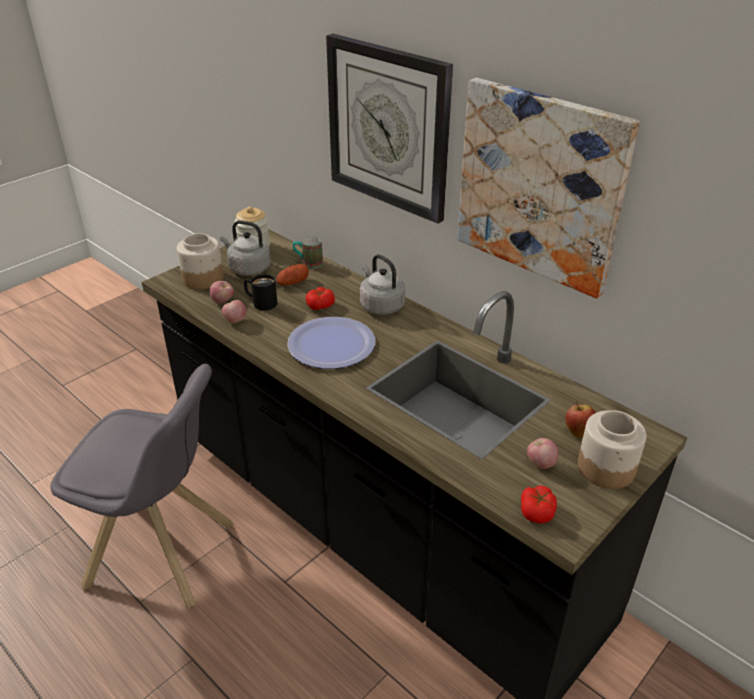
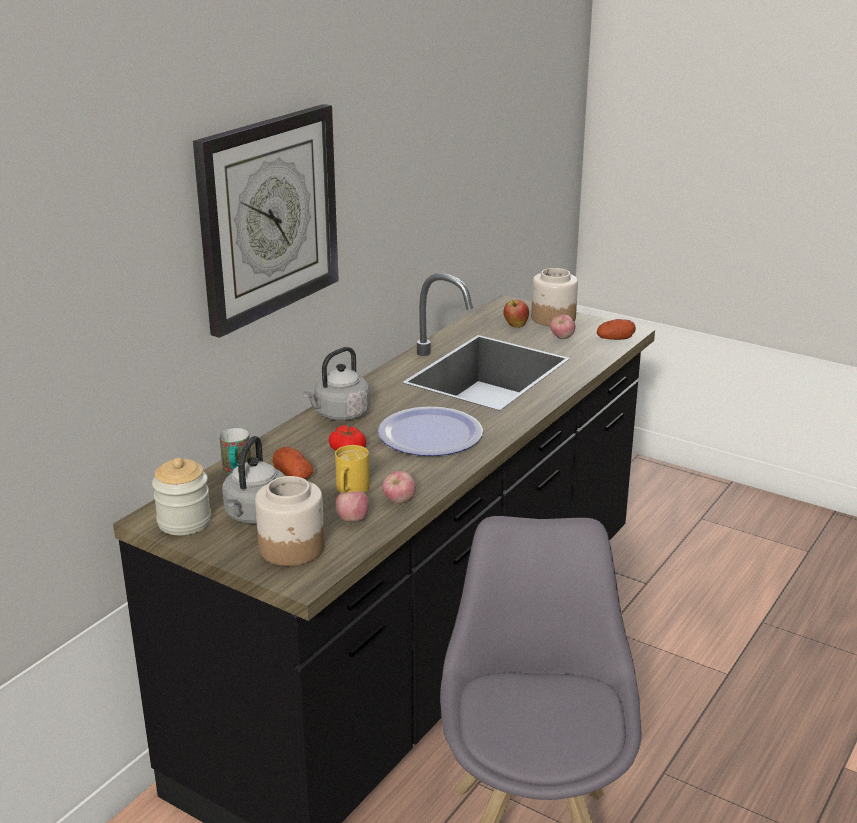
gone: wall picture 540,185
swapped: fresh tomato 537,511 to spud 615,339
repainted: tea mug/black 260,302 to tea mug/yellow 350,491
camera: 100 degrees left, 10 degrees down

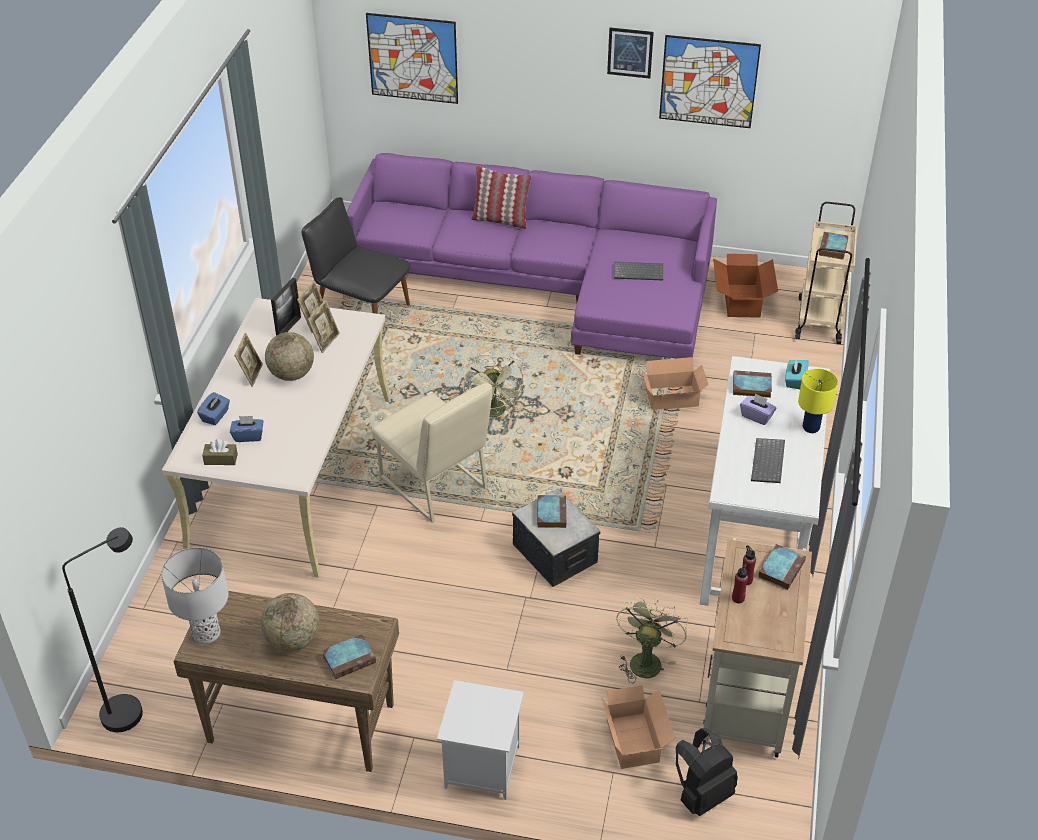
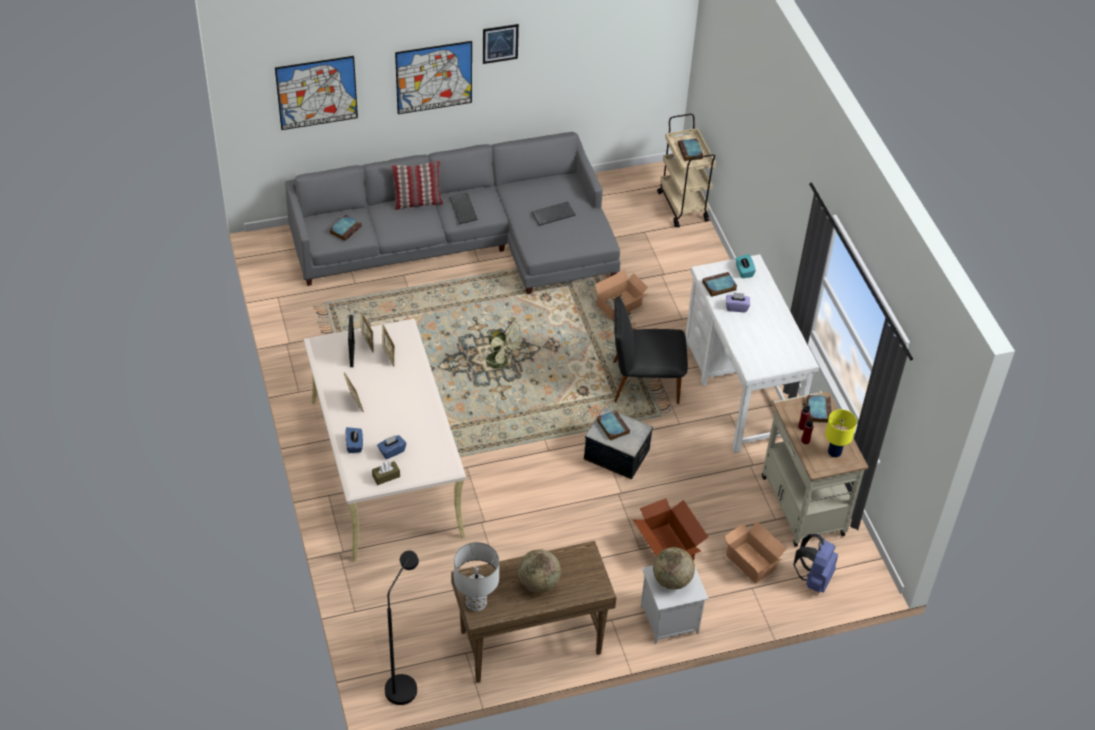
gone: upright chair/sand-coloured 434,485; cooling fan/greenish 646,659
shifted: globe 292,374 to 672,580; upright chair/black 362,311 to 645,382; bound book 350,658 to 345,229; wall picture 708,81 to 434,77; carton 741,301 to 667,548; keyboard 769,462 to 464,209; table lamp/yellow 810,427 to 834,452
repainted: settee/purple-coloured 549,281 to settee/grey 466,239; backpack/black 702,794 to backpack/blue 814,578
camera: 30 degrees left, 5 degrees up

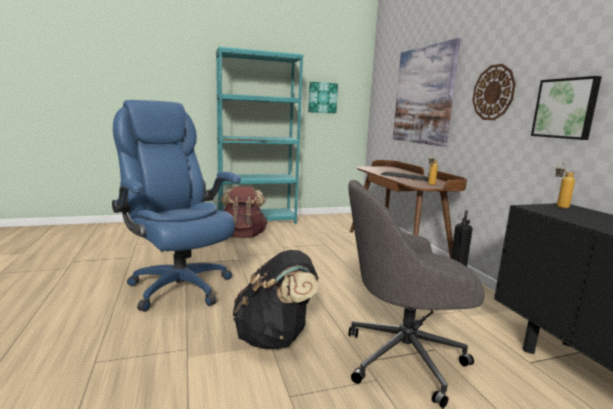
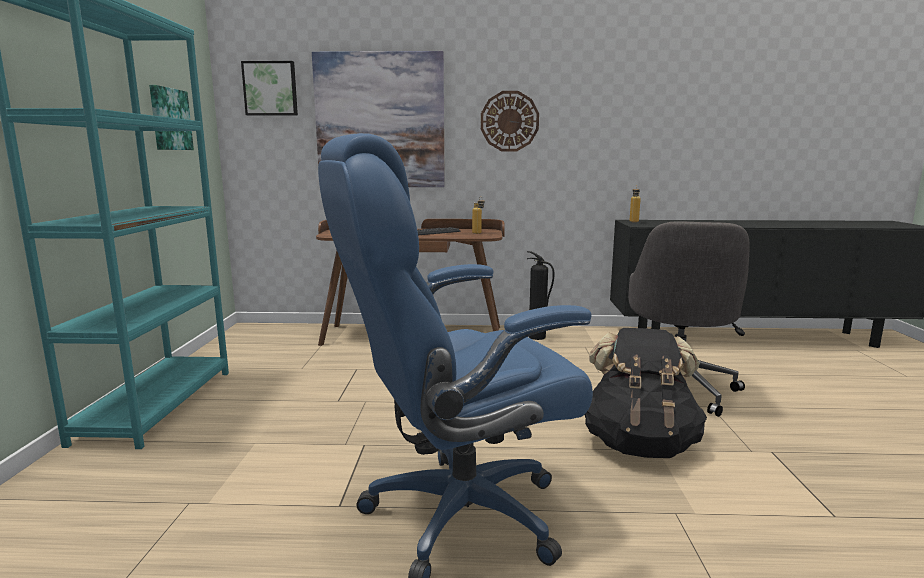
gone: backpack/brownish 242,236
shifted: wall picture 566,108 to 270,89
camera: 70 degrees left, 0 degrees up

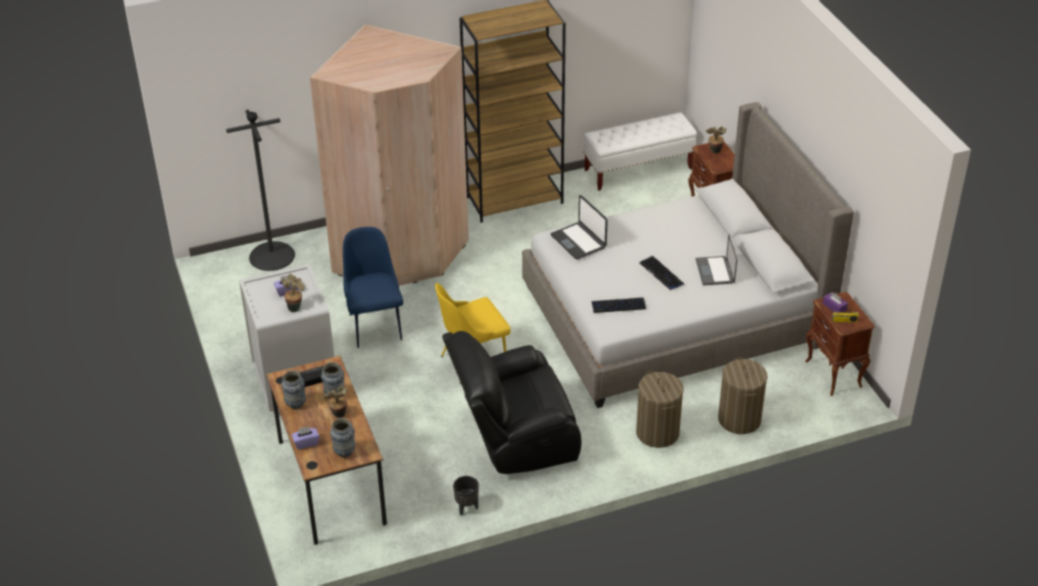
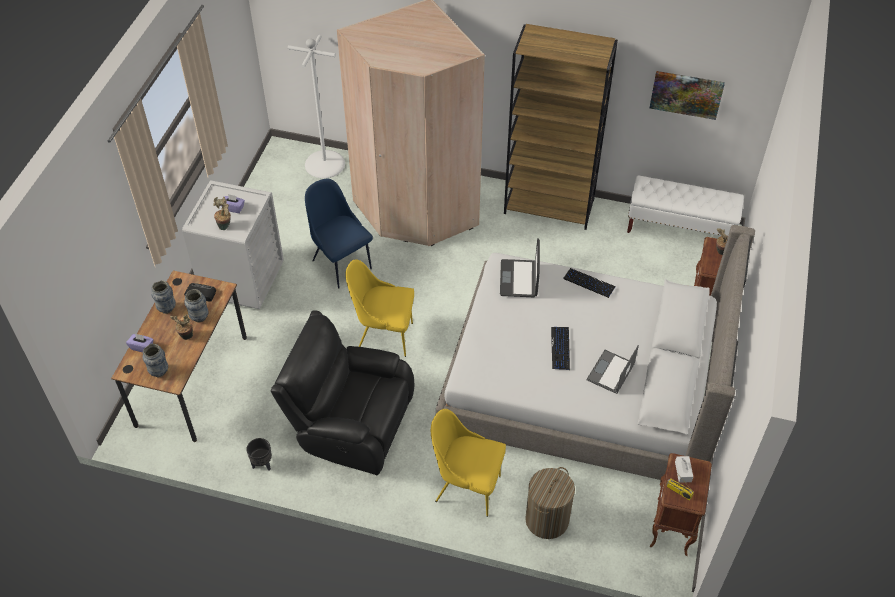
new: wall picture 686,94
shifted: keyboard 618,305 to 589,283
swapped: washing basket 657,432 to upright chair/yellow 467,489
repainted: garment stand/black 272,256 to garment stand/white-coloured 325,164; tissue box/purple-coloured 834,307 to tissue box/white-coloured 683,472
rotated: upright chair/blue 374,327 = 341,265 60 degrees counterclockwise
camera: 35 degrees right, 10 degrees up

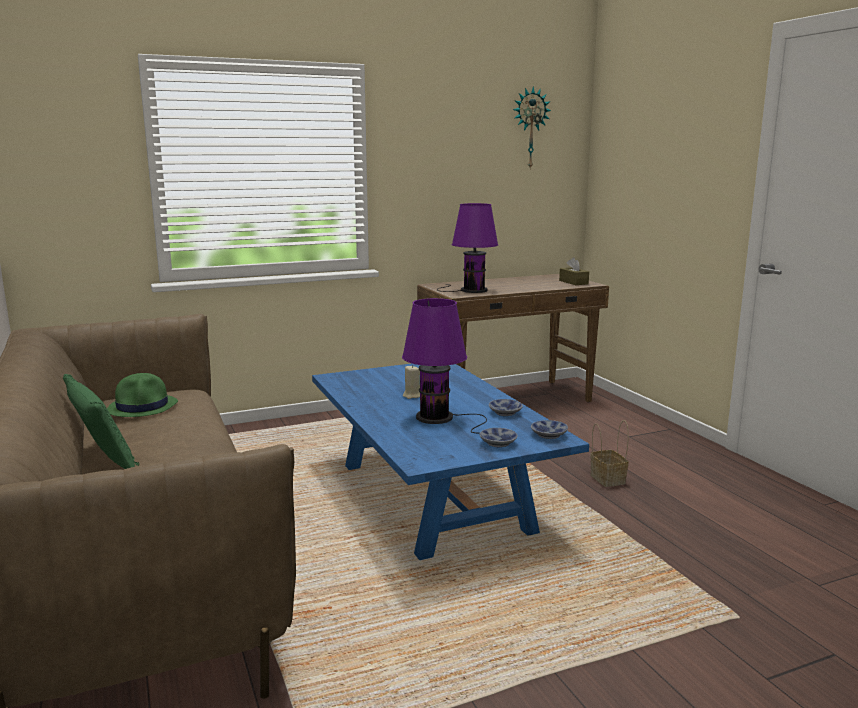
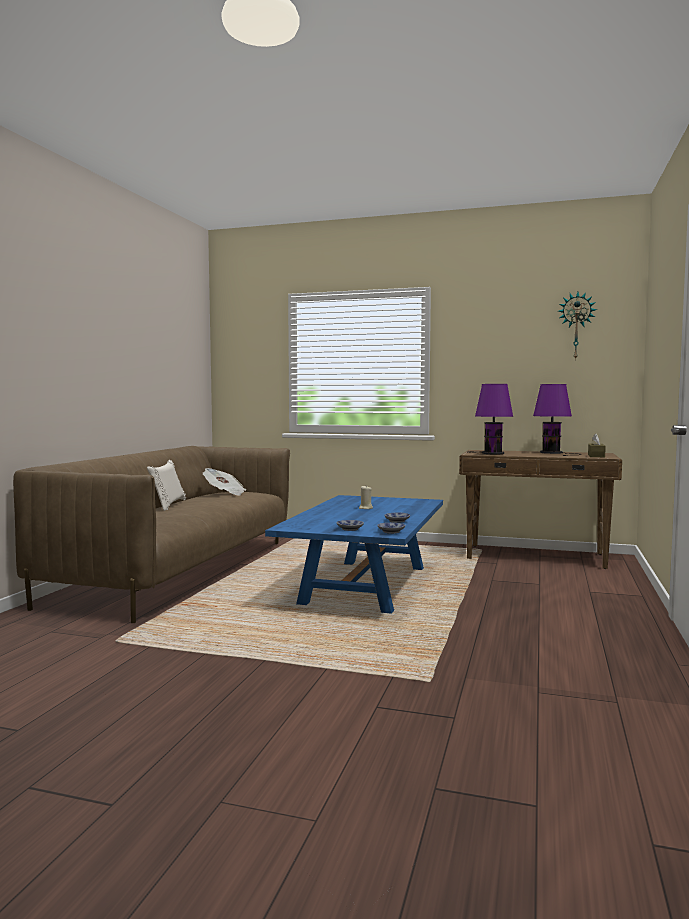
gone: basket 606,478
shifted: table lamp/purple-coloured 439,418 to 553,453
swapped: wearable hat/greenish 143,407 to newspaper 225,493
repainted: throw pillow/greenish 103,457 to throw pillow/white-coloured 168,505
camera: 40 degrees right, 10 degrees down

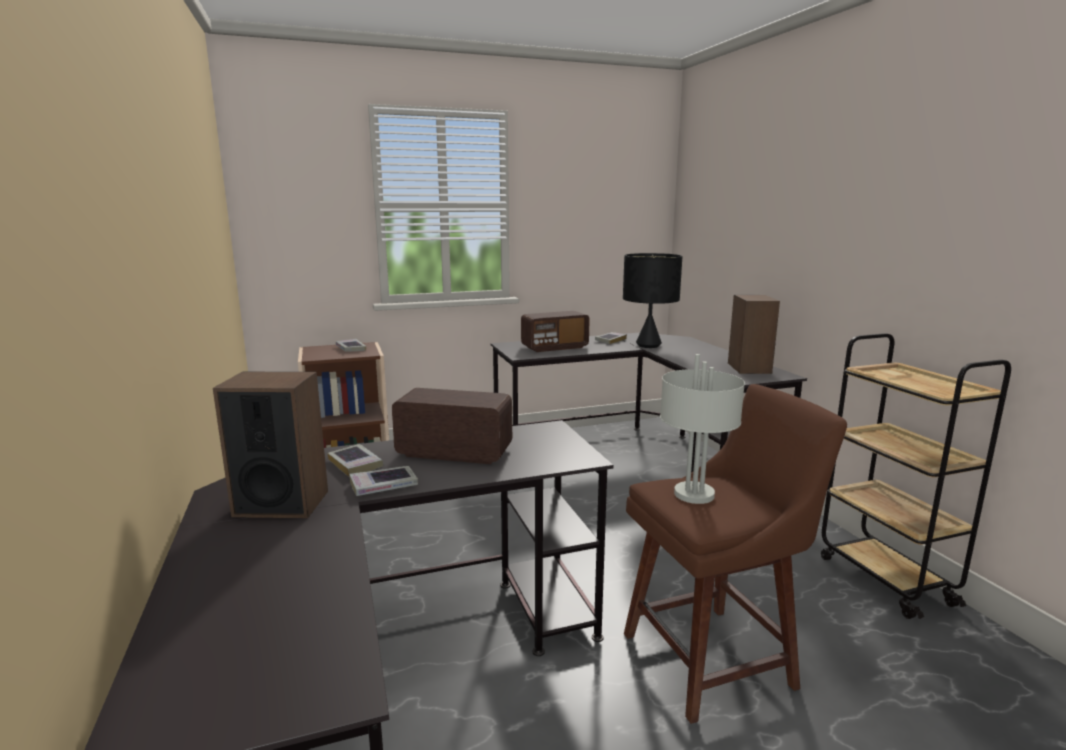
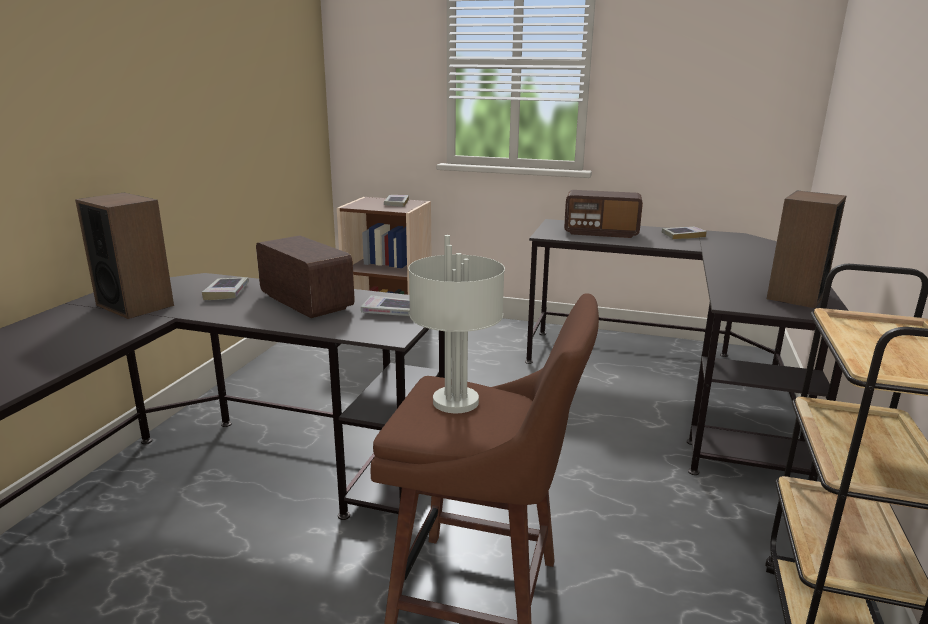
gone: table lamp/black 648,346
shifted: bound book 383,486 to 391,311
camera: 35 degrees right, 5 degrees up

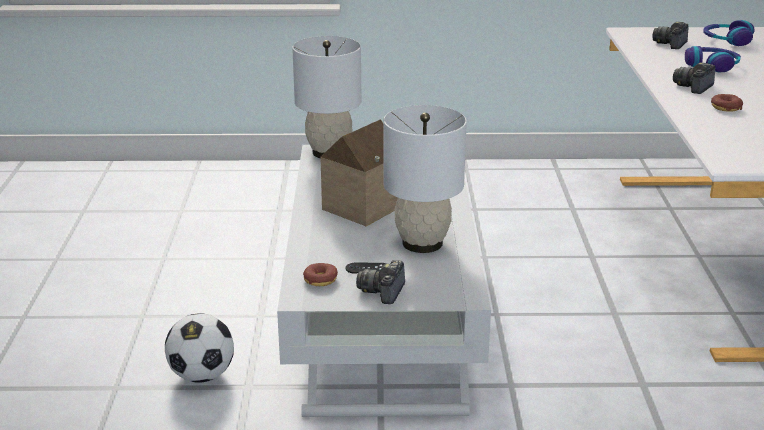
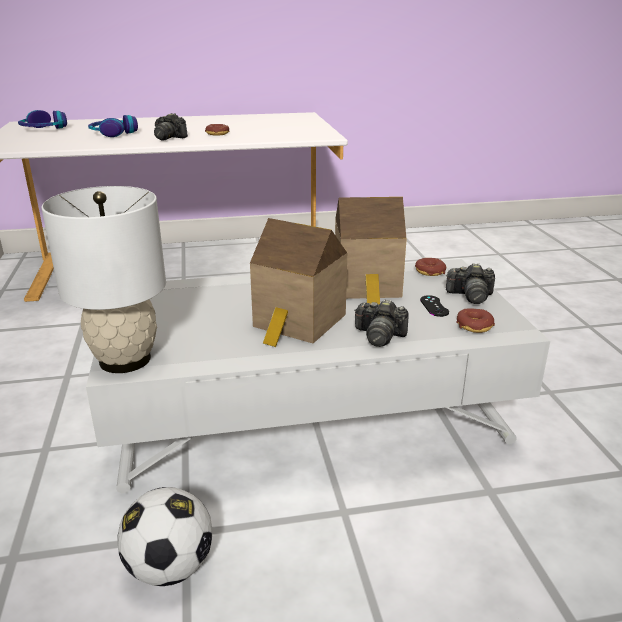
new: donut 430,272
shifted: ball for football 202,375 to 170,567; still camera 671,44 to 379,336
swapped: table lamp/white-coloured 422,243 to toy house 368,287
camera: 100 degrees left, 0 degrees up

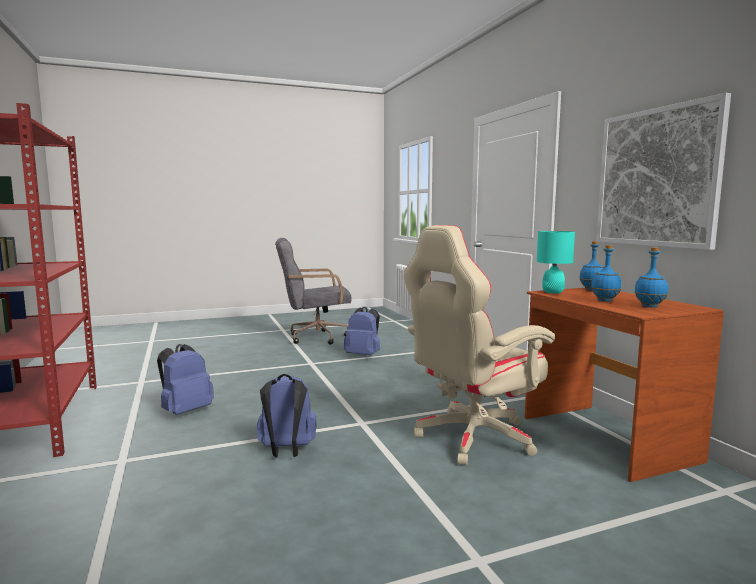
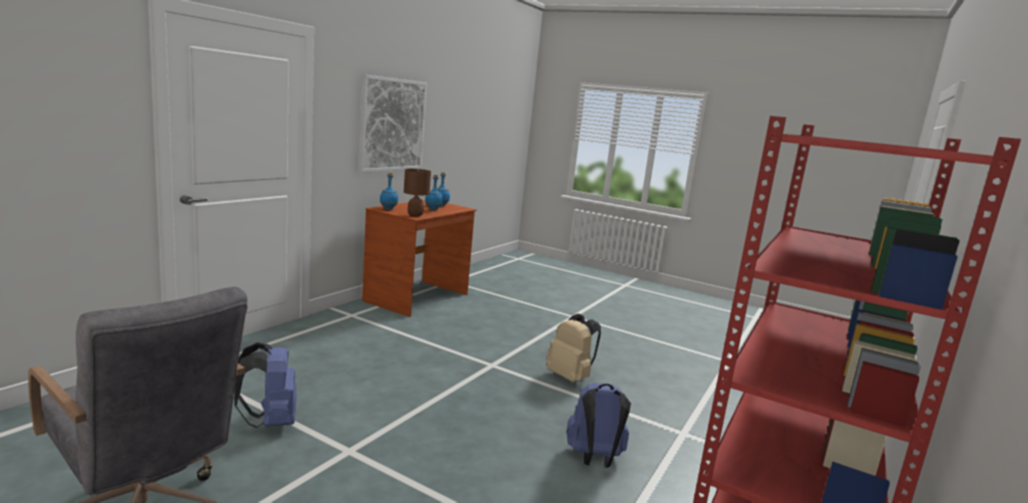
gone: computer chair/sand-coloured 474,437
repainted: backpack/blue 286,451 to backpack/sand-coloured 570,377; table lamp/turquoise 552,292 to table lamp/brownish 414,215
camera: 130 degrees left, 5 degrees up

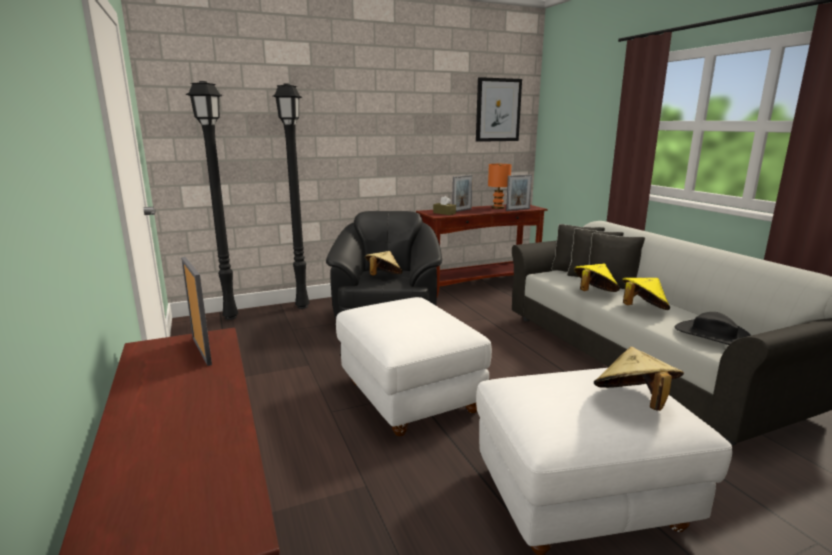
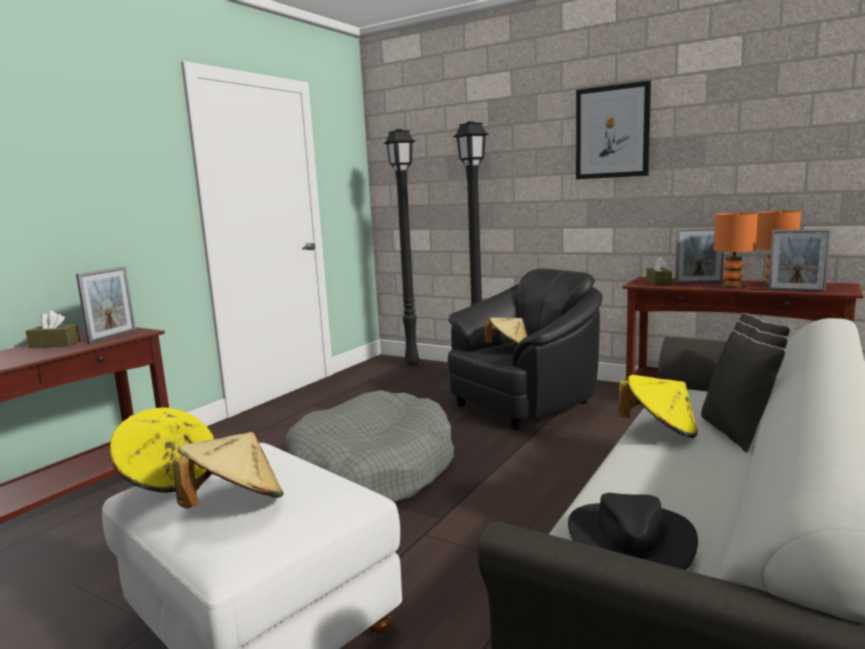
new: tissue box/brownish 55,344; table lamp/orange 732,287
shifted: wall picture 498,110 to 612,132; wearable hat/yellow 642,309 to 170,477
swapped: footrest/white-coloured 409,395 to dog cushion/grey 372,472
camera: 55 degrees right, 5 degrees down

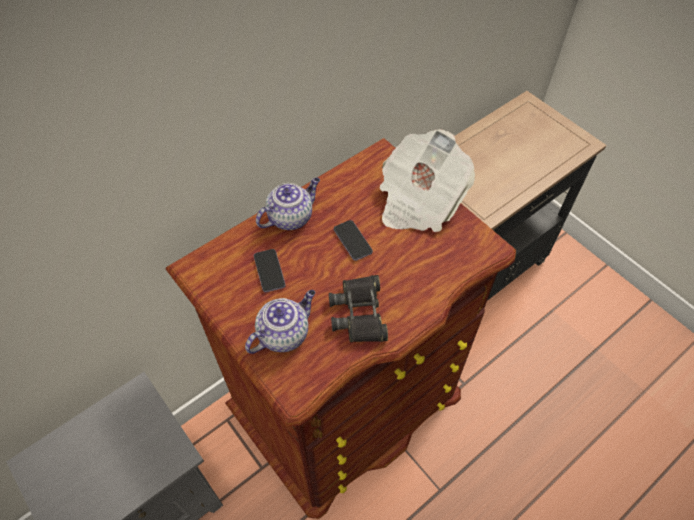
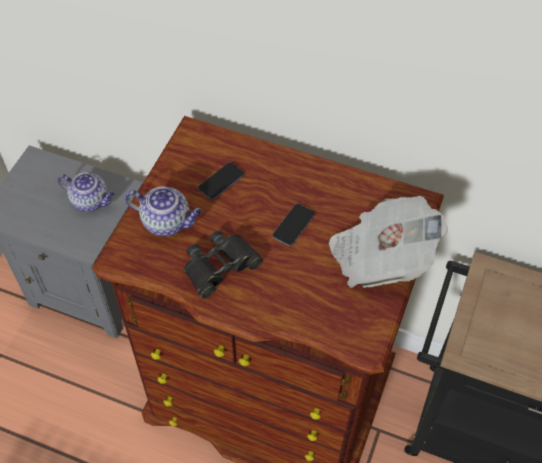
shifted: tea pot 291,217 to 91,201
camera: 60 degrees right, 0 degrees up

